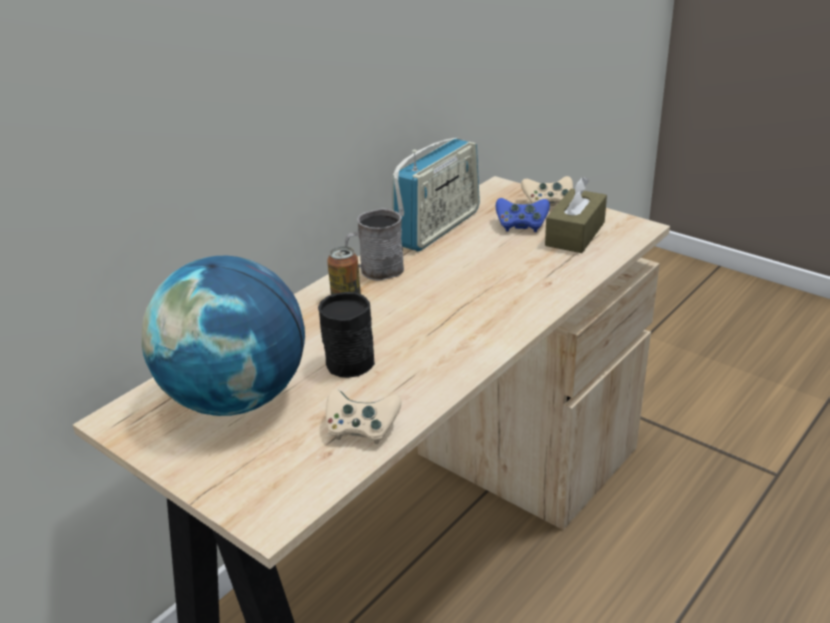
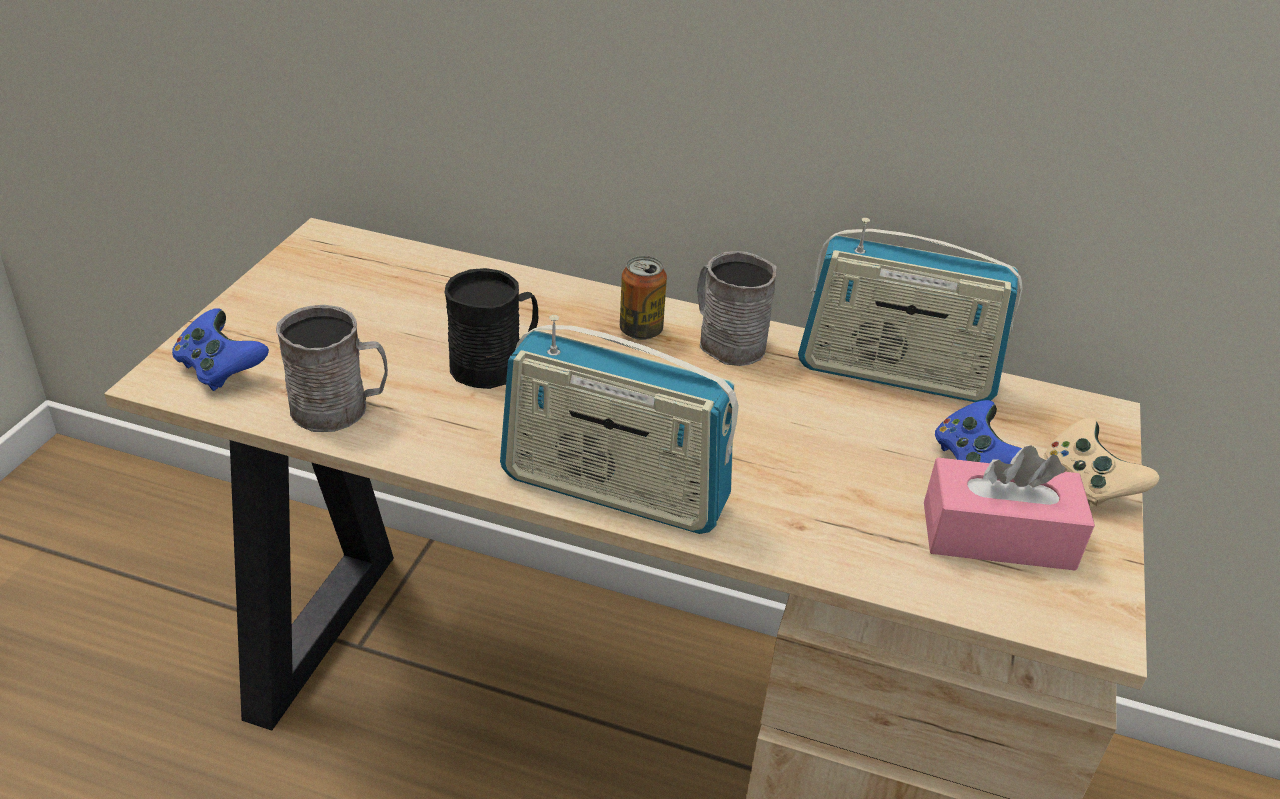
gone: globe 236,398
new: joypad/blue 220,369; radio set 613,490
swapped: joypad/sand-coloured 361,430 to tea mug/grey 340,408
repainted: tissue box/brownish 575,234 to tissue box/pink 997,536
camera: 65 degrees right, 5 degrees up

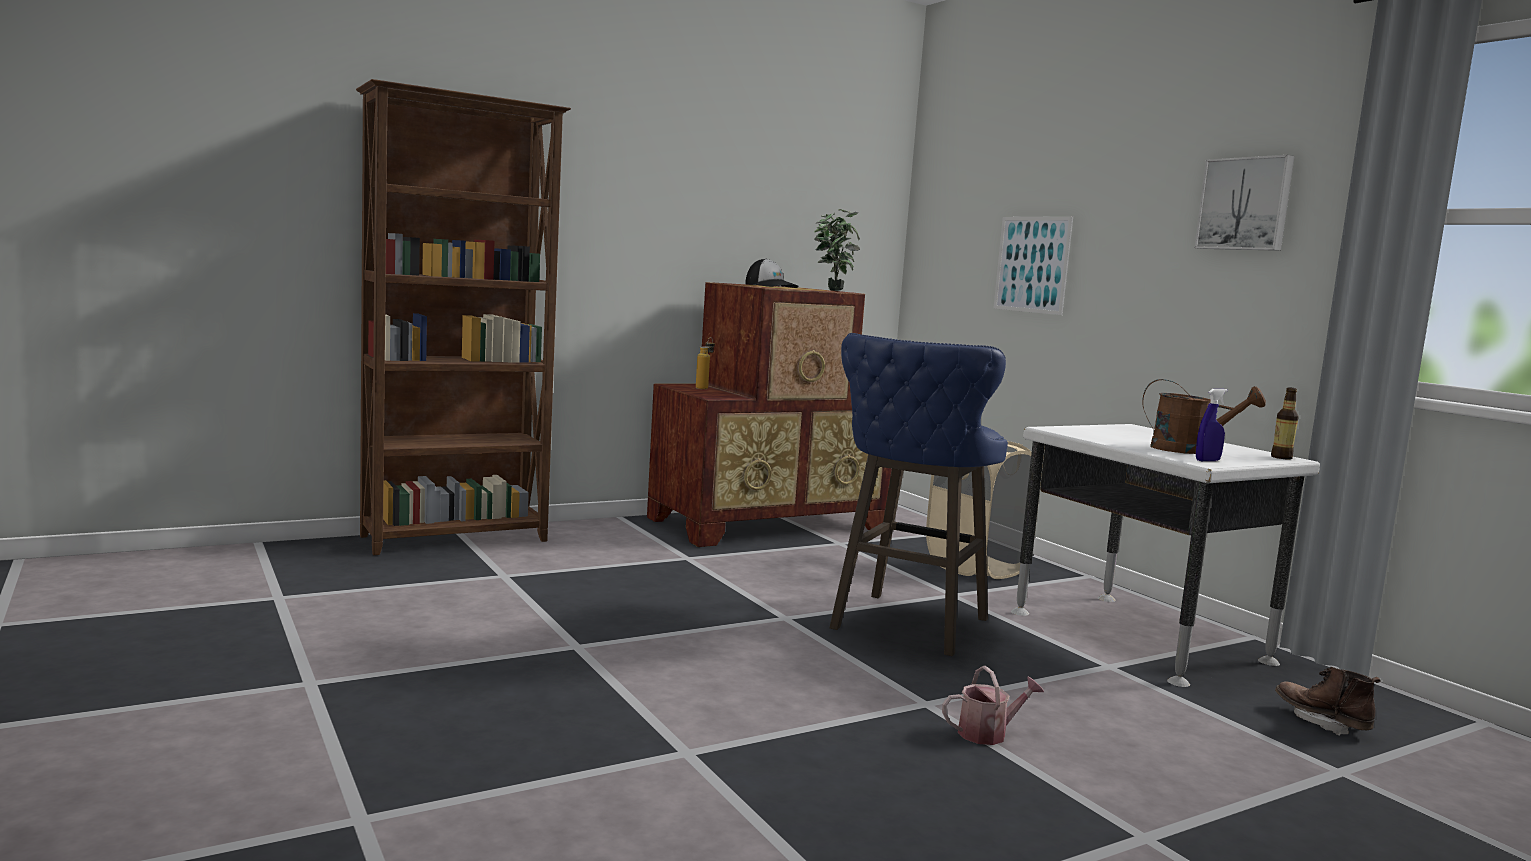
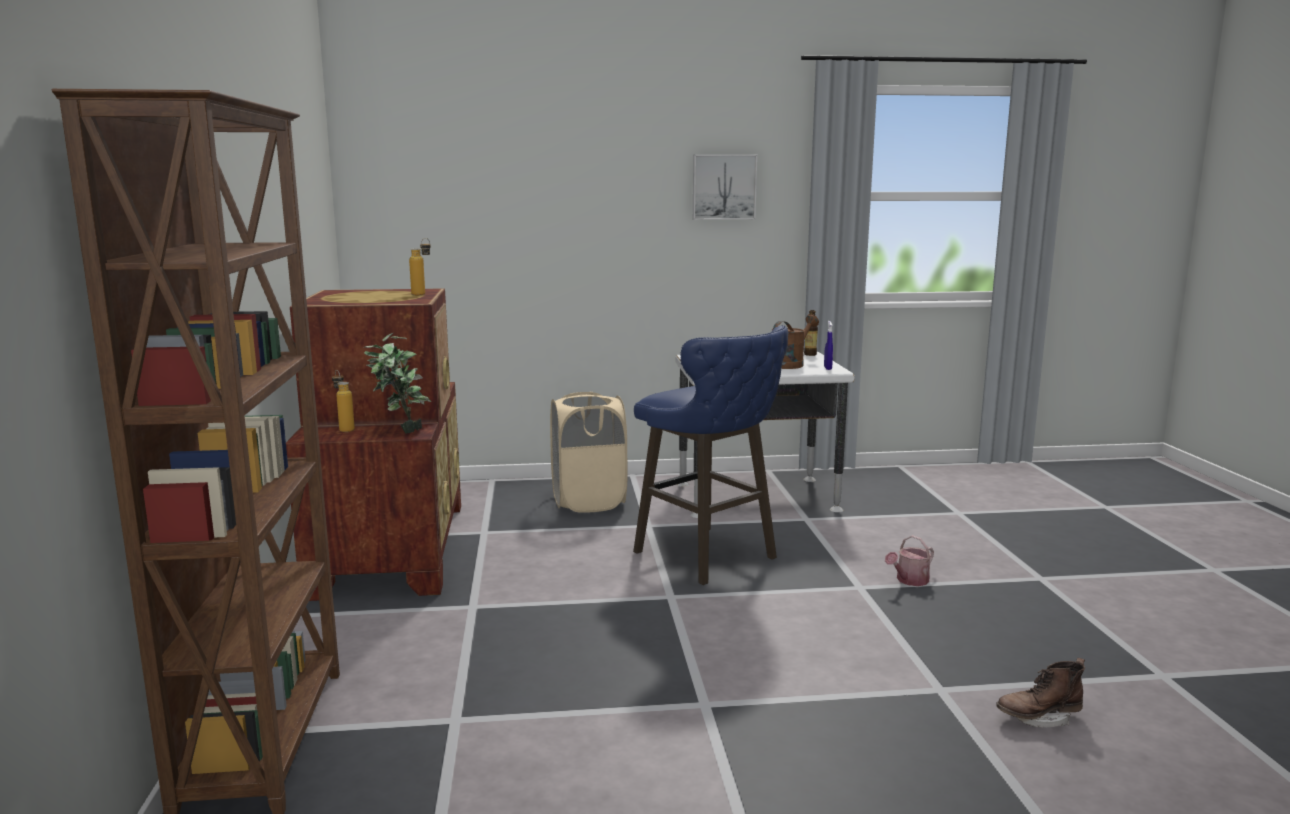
gone: baseball cap 771,286; wall picture 1032,264
new: drink bottle 422,294
shifted: houseplant 832,290 to 400,432; tall boot/brownish 1321,722 to 1038,718
rotated: watering pot 988,733 = 909,581 135 degrees counterclockwise
camera: 65 degrees left, 5 degrees up

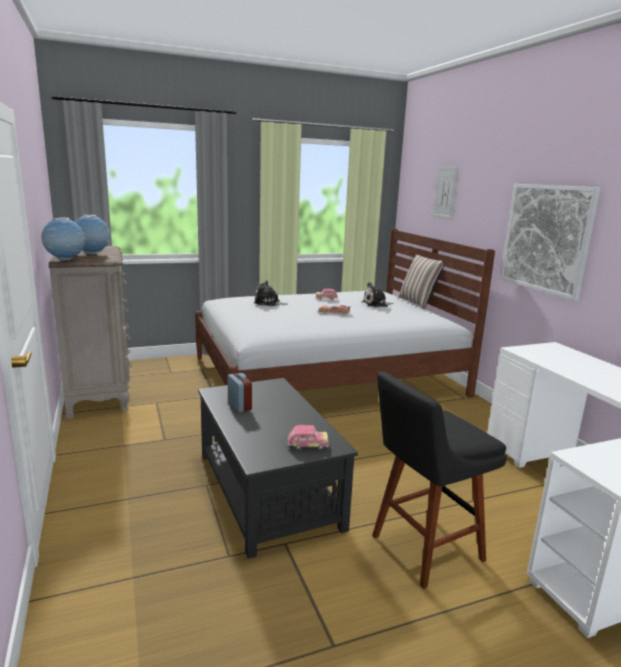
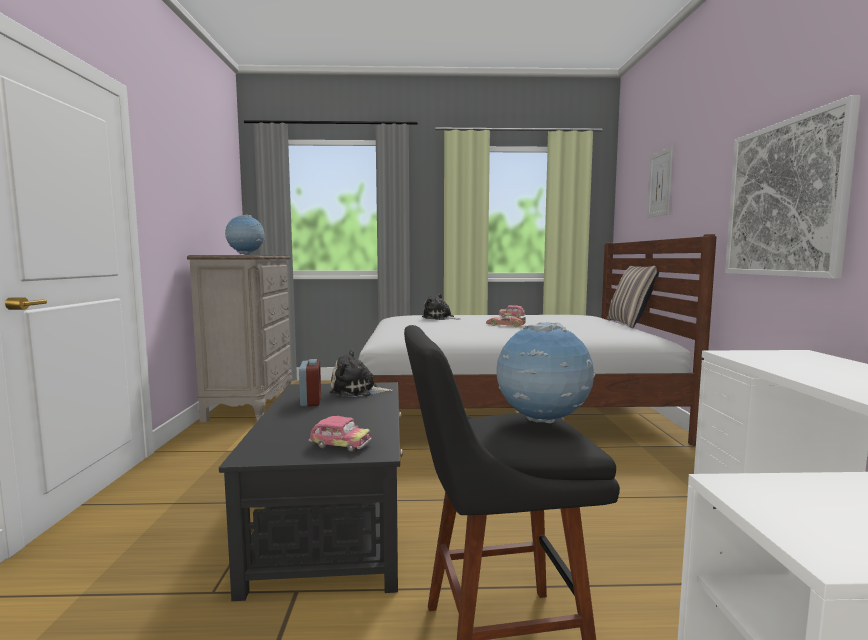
shifted: globe 65,260 to 542,423; soft toy 376,304 to 357,391
camera: 20 degrees right, 10 degrees down

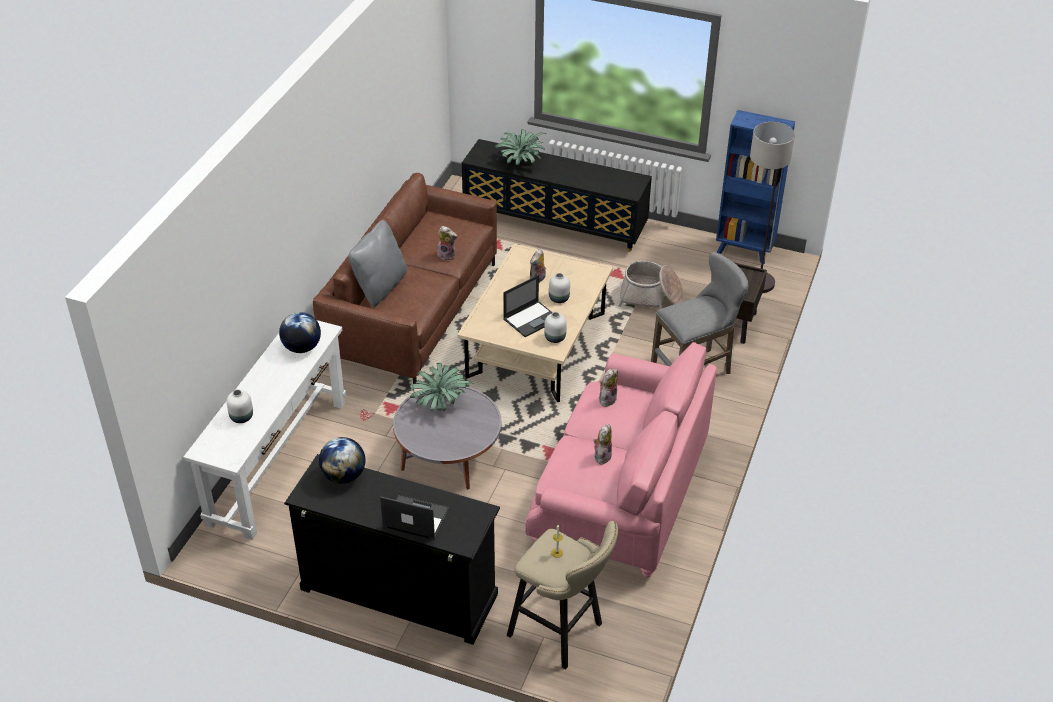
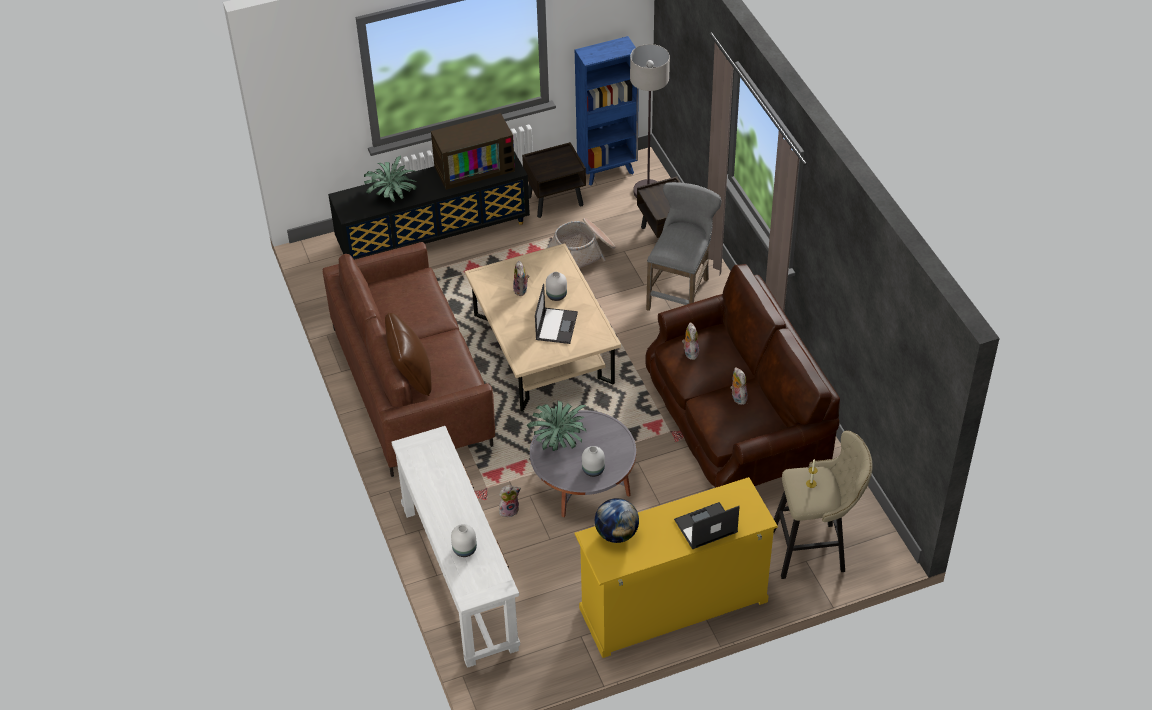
gone: globe 302,348
new: TV set 474,167; nightstand/brownish 555,201
shifted: soft toy 447,255 to 509,510; vase/white-coloured 555,337 to 593,469
repainted: cabinet/black 398,591 to cabinet/yellow 673,605; throw pillow/grey 380,287 to throw pillow/brownish 411,376; settee/pink 619,492 to settee/brownish 735,422
camera: 40 degrees left, 5 degrees up

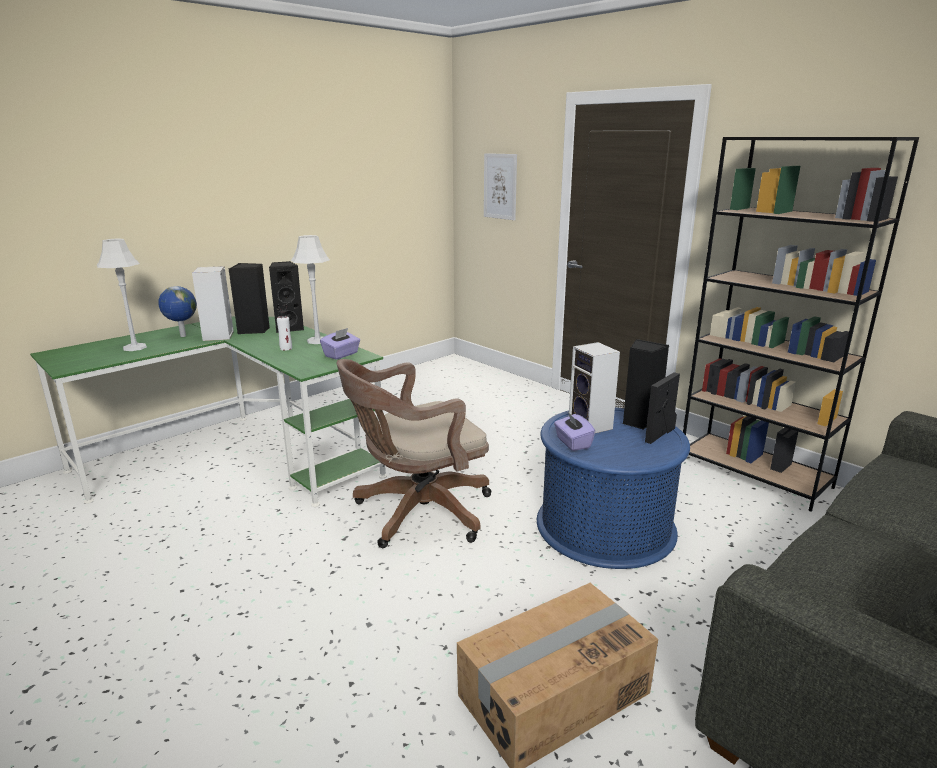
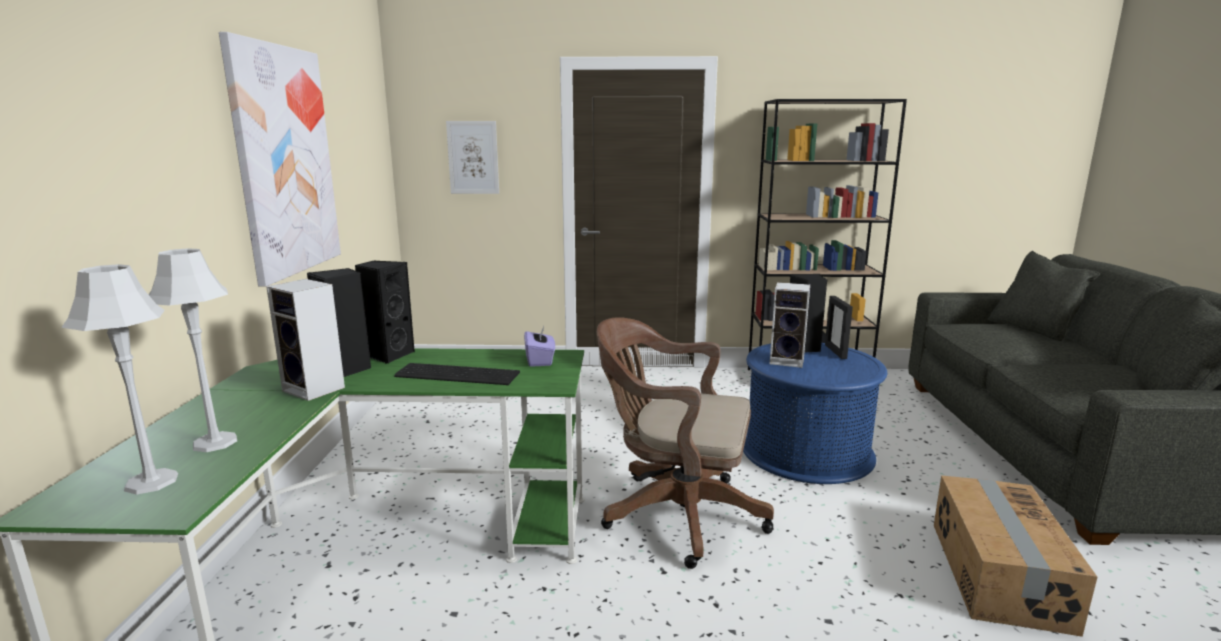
gone: globe 182,336; tissue box/purple-coloured 572,443
new: wall picture 284,161
shifted: table lamp/grey 317,341 to 151,482
swapped: drink bottle/white-coloured 286,348 to keyboard 457,373
rotated: computer chair/brownish 417,513 = 675,514 90 degrees clockwise
camera: 45 degrees left, 5 degrees down

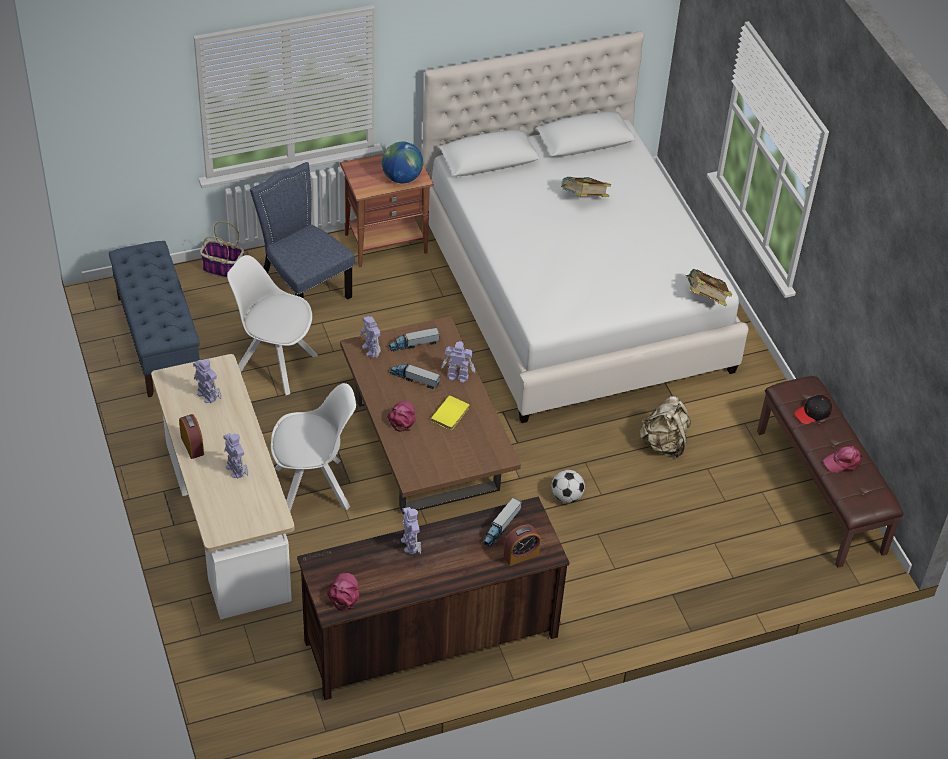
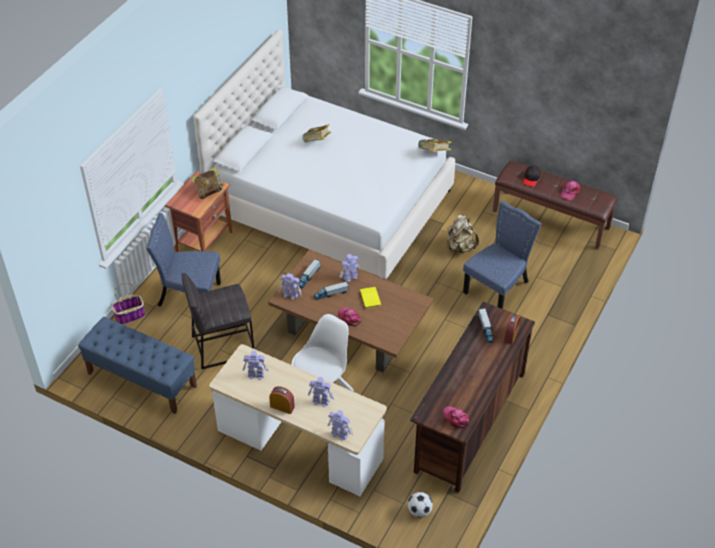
new: upright chair/blue 496,289
shifted: model robot 410,544 to 339,434; ball for football 566,496 to 419,511
swapped: upright chair/white-coloured 274,363 to stool/grey 222,346; globe 402,178 to bound book 209,191
camera: 40 degrees left, 0 degrees up

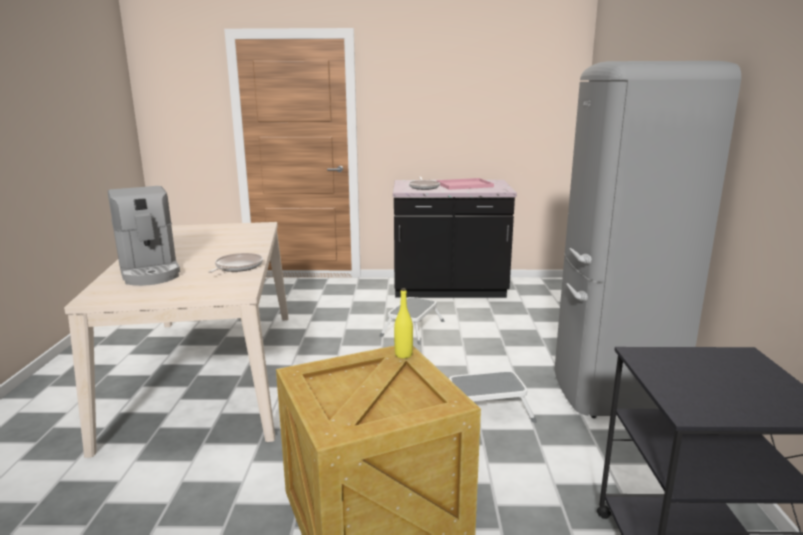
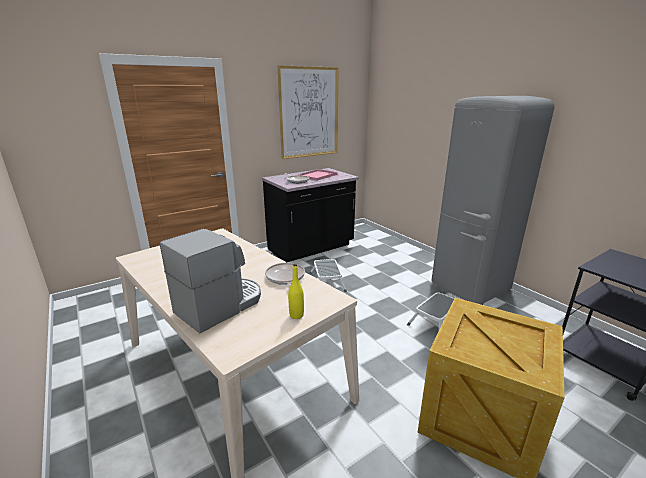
new: wall picture 309,113
shifted: drink bottle/yellow 403,355 to 296,315
rotated: coffee machine 150,271 = 220,305 75 degrees counterclockwise
camera: 35 degrees left, 5 degrees up

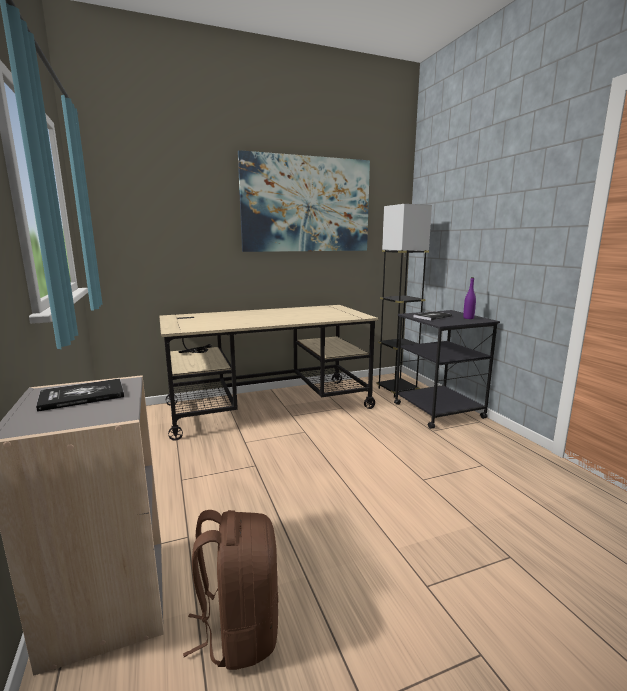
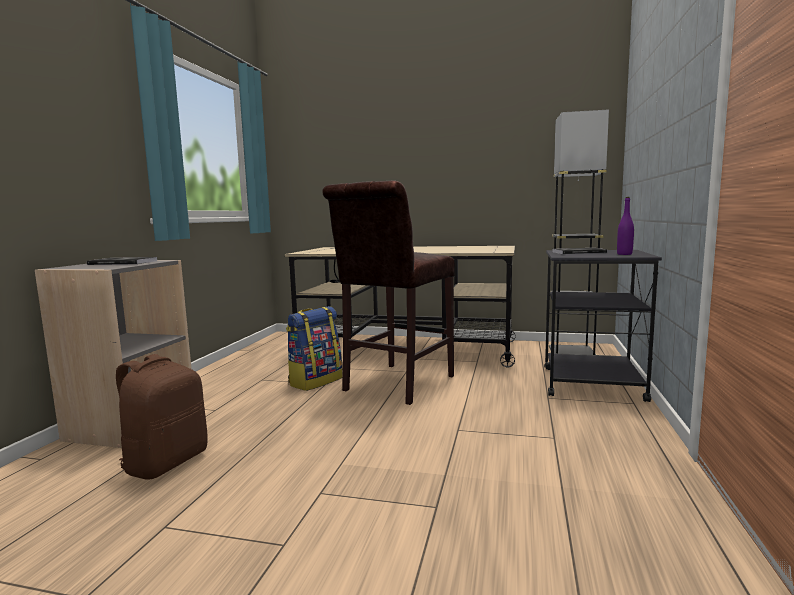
gone: wall picture 306,205
new: backpack 315,381; stool/brownish 395,385
camera: 35 degrees right, 5 degrees down

